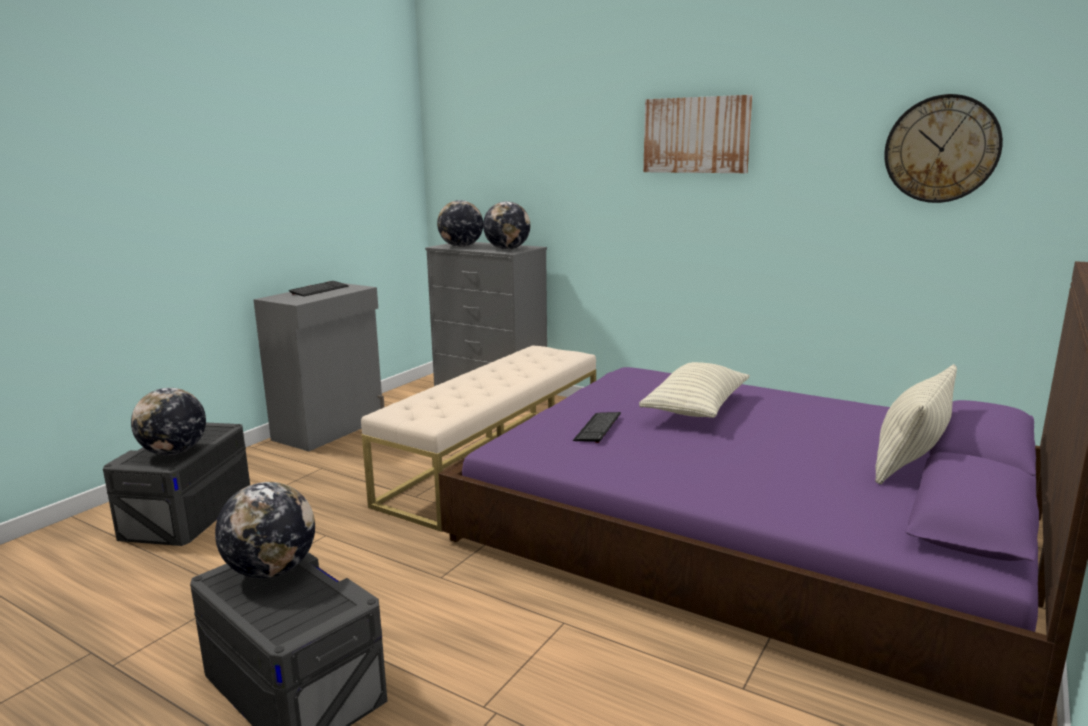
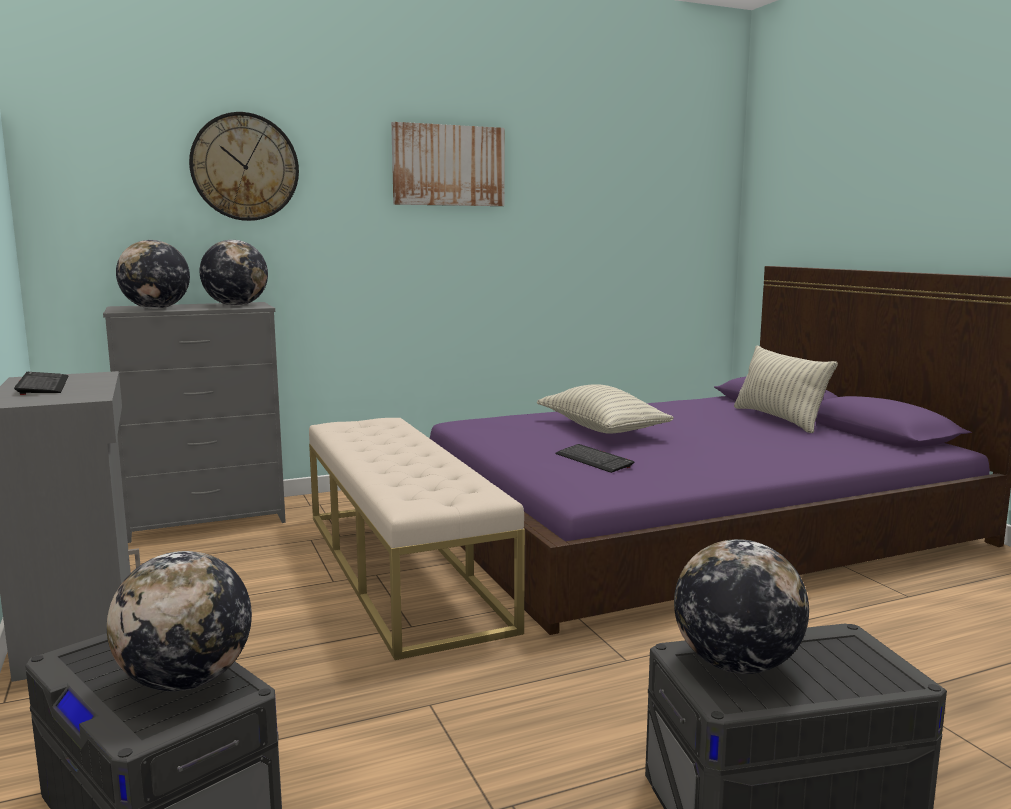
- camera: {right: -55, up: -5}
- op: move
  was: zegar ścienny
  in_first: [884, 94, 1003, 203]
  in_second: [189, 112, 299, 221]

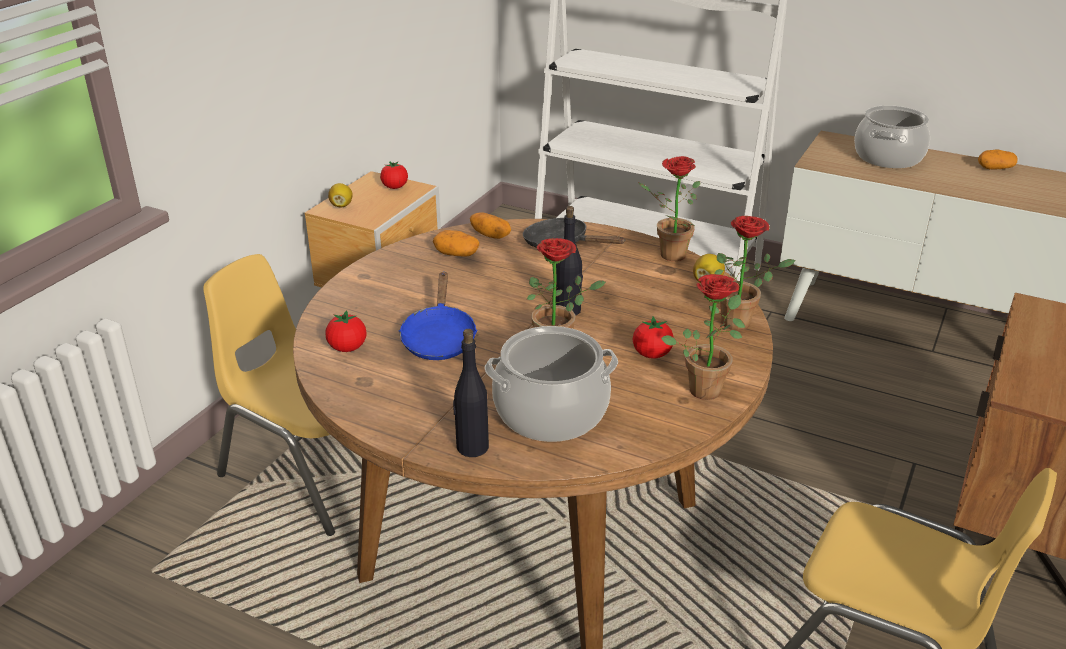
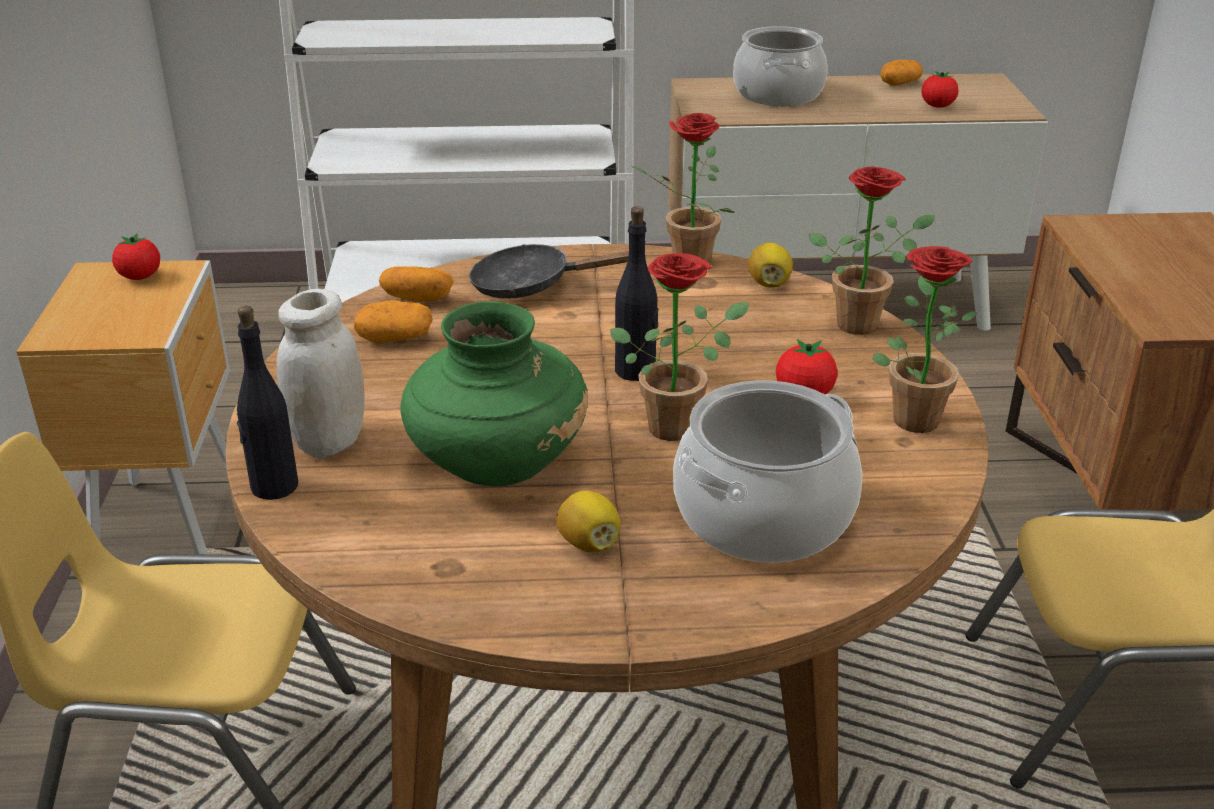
- camera: {right: -30, up: 0}
- op: move
  was: cytryna
  in_first: [328, 183, 353, 207]
  in_second: [556, 491, 621, 552]
- op: replace
  was: patelnia [niebieski]
  now: wazon [zielony]
  in_first: [398, 272, 478, 360]
  in_second: [400, 301, 588, 487]
- op: move
  was: pomidor
  in_first: [325, 310, 367, 352]
  in_second: [922, 71, 958, 108]
- op: move
  was: butelka [czarny]
  in_first: [453, 329, 489, 457]
  in_second: [237, 306, 298, 500]
- op: insert
  now: słoik [biały]
  in_second: [276, 289, 365, 458]

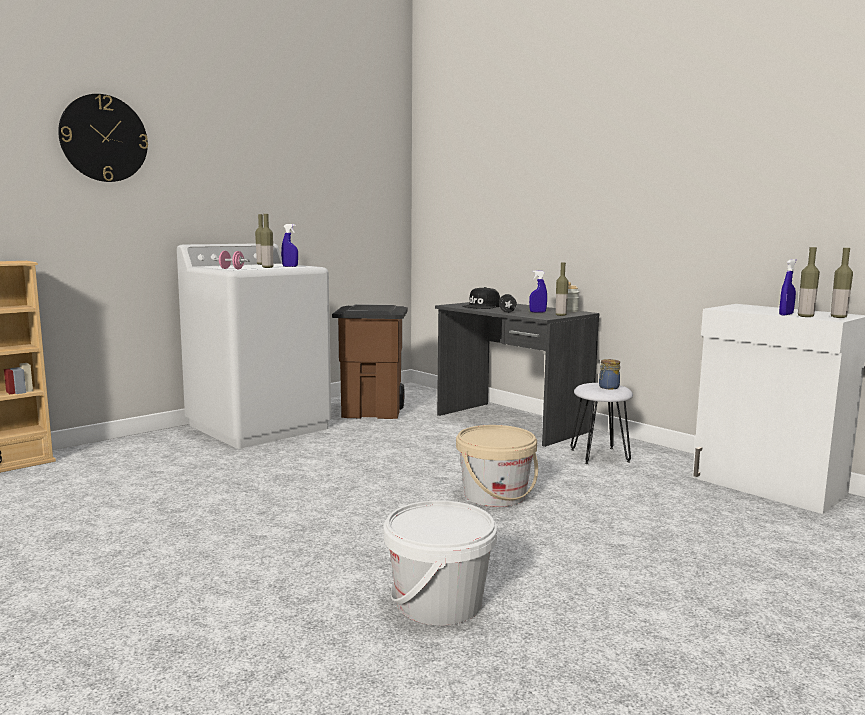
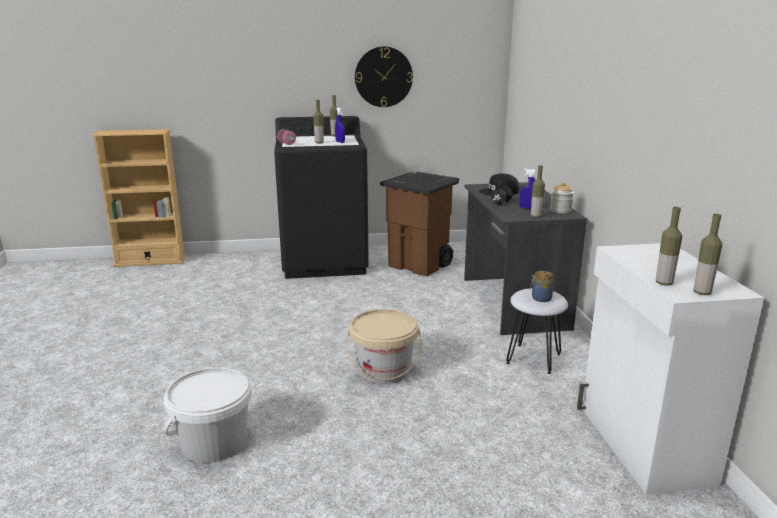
- camera: {right: 35, up: 10}
- op: move
  was: zegar ścienny
  in_first: [58, 94, 148, 182]
  in_second: [355, 46, 413, 107]
- op: recolor
  was: pralka [biały]
  now: pralka [czarny]
  in_first: [177, 243, 331, 449]
  in_second: [274, 116, 369, 279]
- op: delete
  was: spryskiwacz [niebieski]
  in_first: [779, 259, 797, 316]

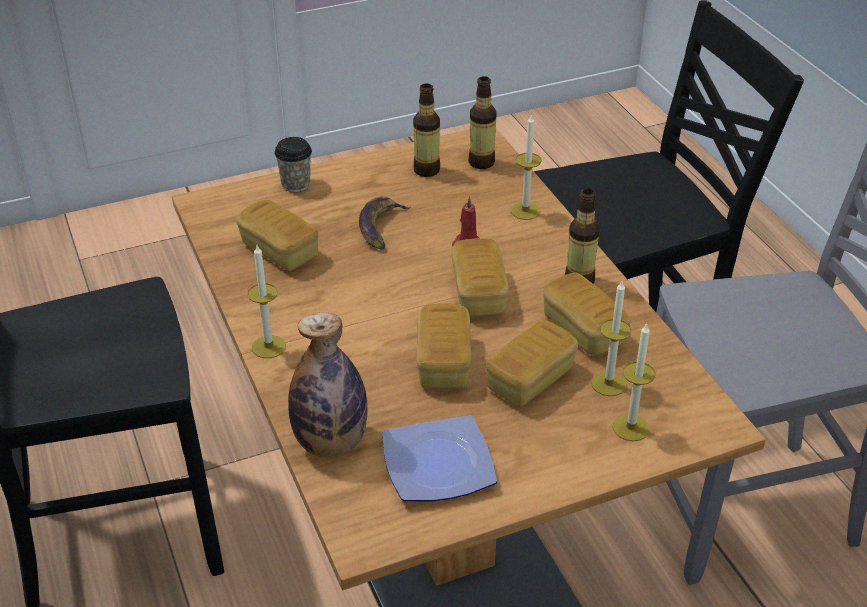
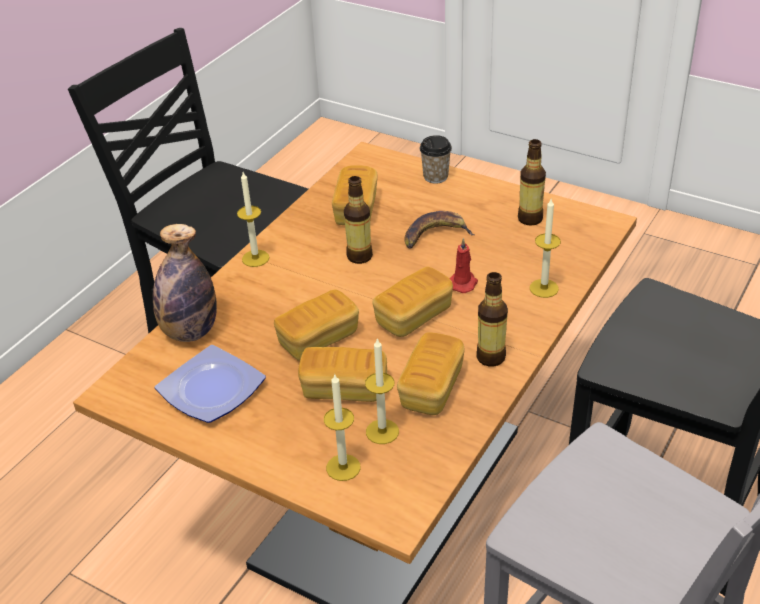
- camera: {right: 55, up: 0}
- op: move
  was: butelka
  in_first: [468, 76, 497, 169]
  in_second: [344, 176, 373, 264]

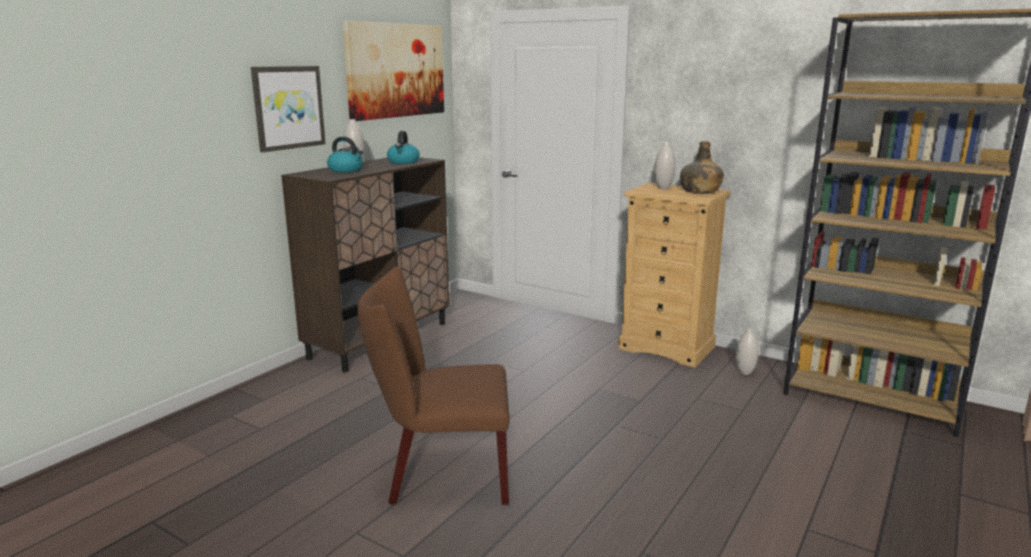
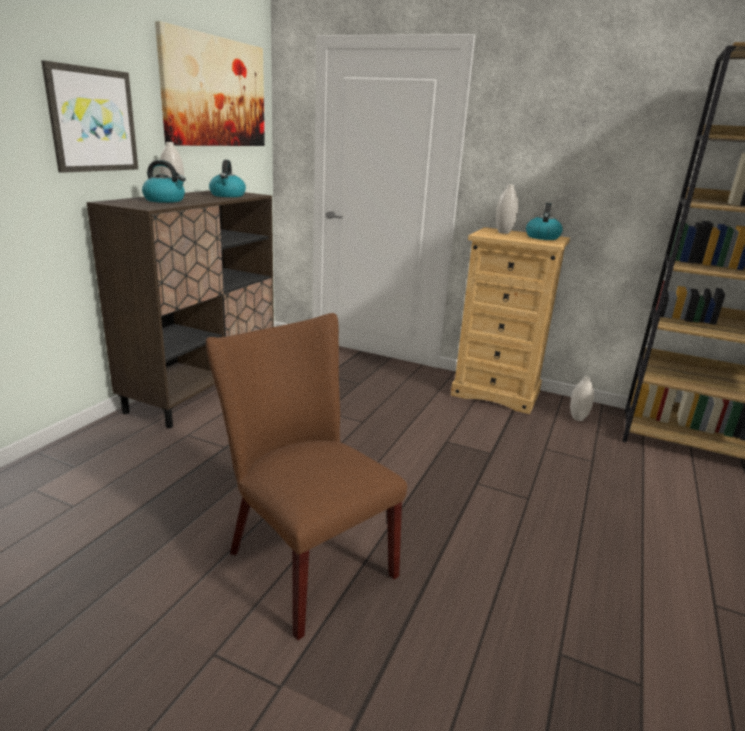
- camera: {right: -10, up: 5}
- op: replace
  was: butelka [zielony]
  now: czajnik
  in_first: [680, 141, 724, 194]
  in_second: [526, 203, 563, 240]
- op: rotate
  was: krzesło [brązowy]
  in_first: [357, 267, 510, 505]
  in_second: [206, 313, 407, 640]
  clockwise: 60

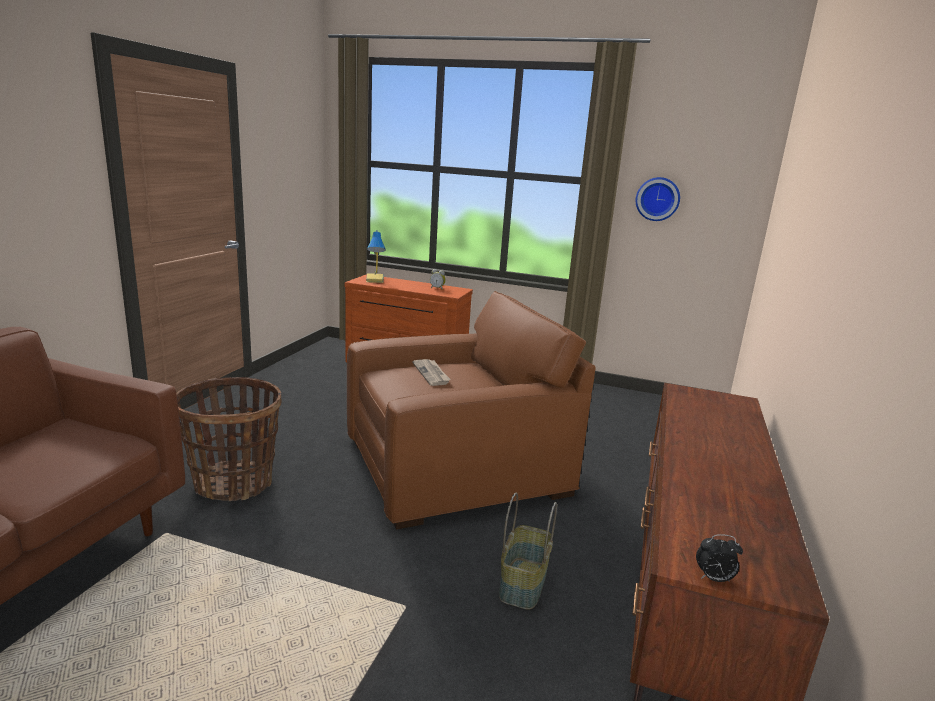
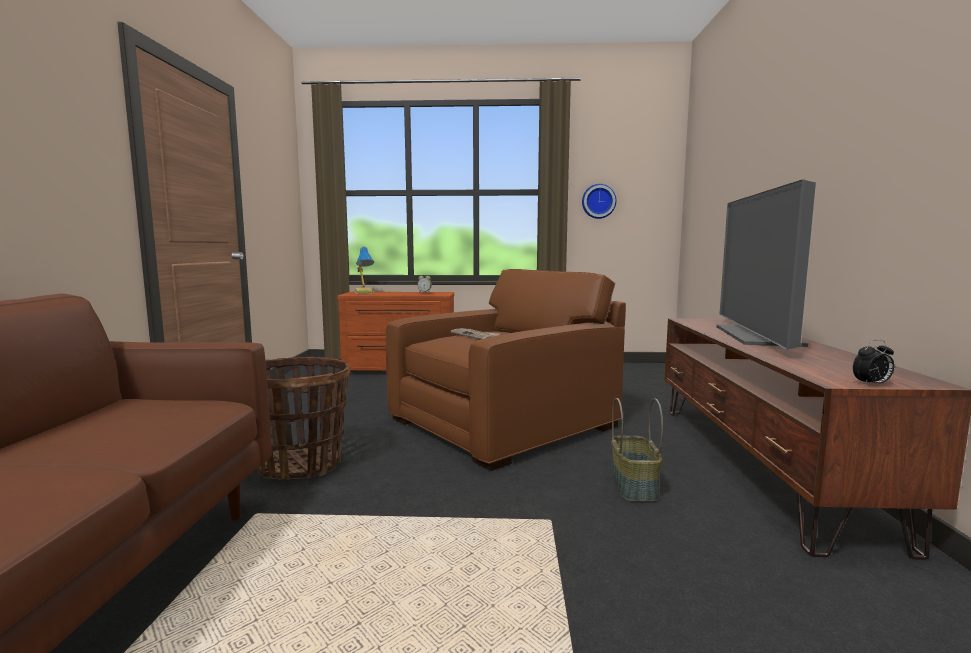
- camera: {right: -15, up: -10}
- op: insert
  now: telewizor
  in_second: [716, 179, 816, 350]

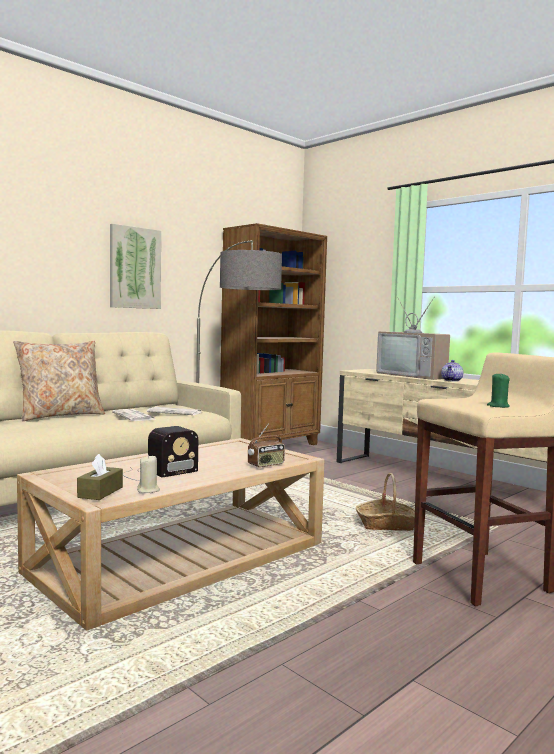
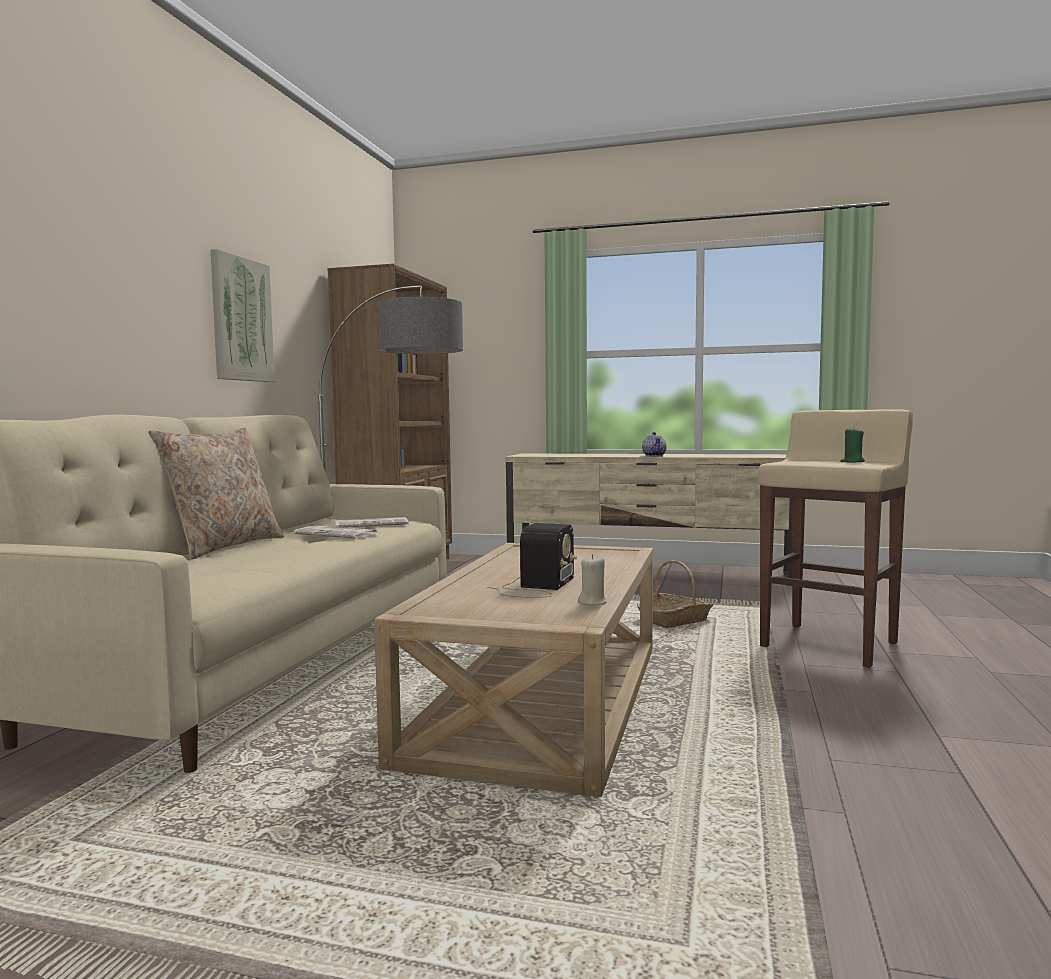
- camera: {right: -30, up: 0}
- op: delete
  was: telewizor
  in_first: [376, 297, 450, 380]
- op: delete
  was: radio
  in_first: [248, 423, 285, 468]
- op: delete
  was: pudełko chusteczek [brązowy]
  in_first: [77, 454, 123, 500]

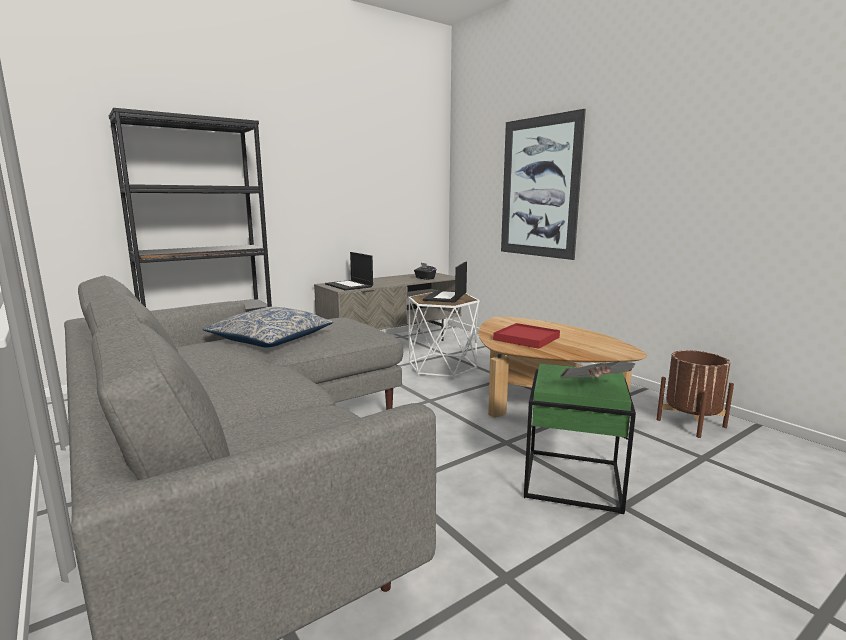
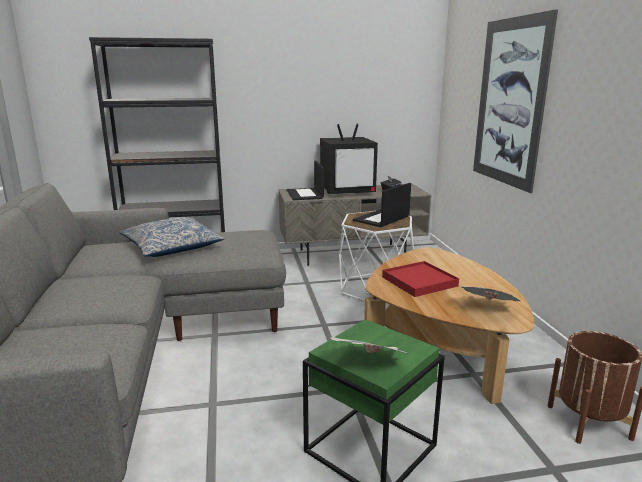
- camera: {right: 25, up: 5}
- op: insert
  now: telewizor
  in_second: [320, 124, 378, 194]
- op: insert
  now: gazeta
  in_second: [460, 286, 520, 302]

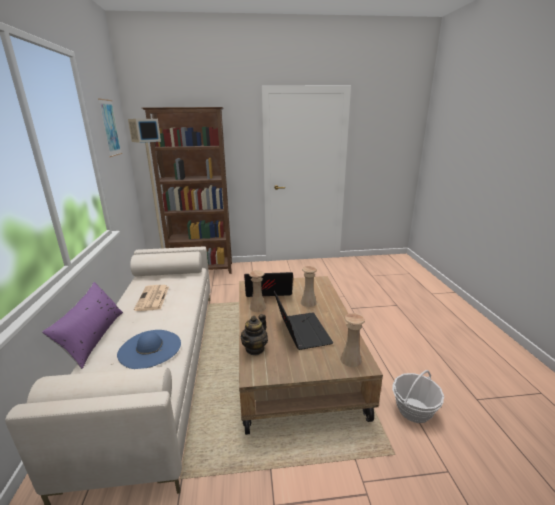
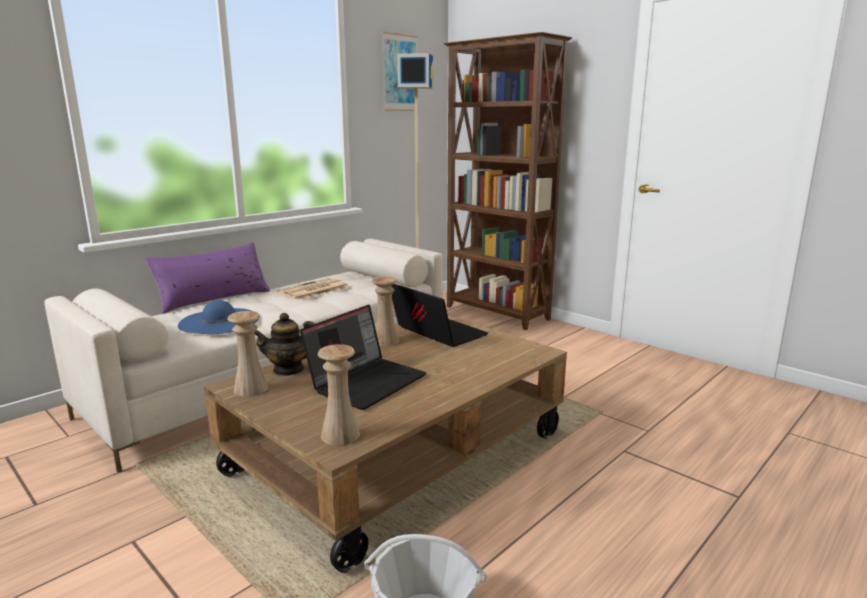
- camera: {right: 50, up: -5}
- op: move
  was: wazon [beżowy]
  in_first: [301, 266, 317, 307]
  in_second: [228, 311, 268, 397]

